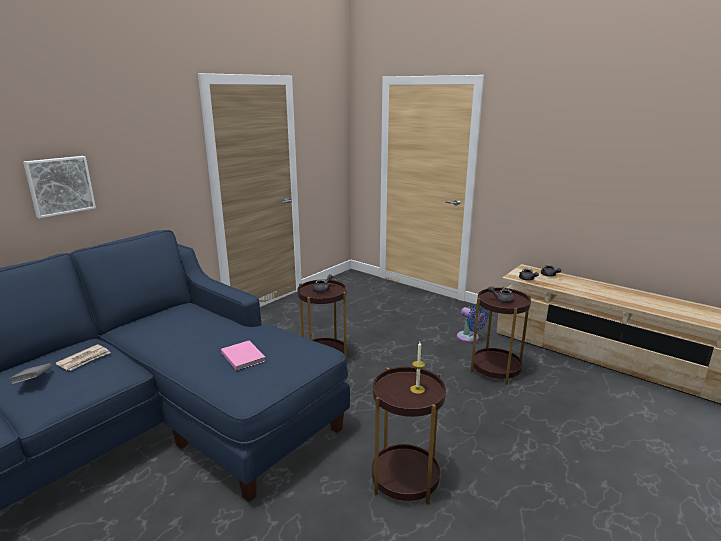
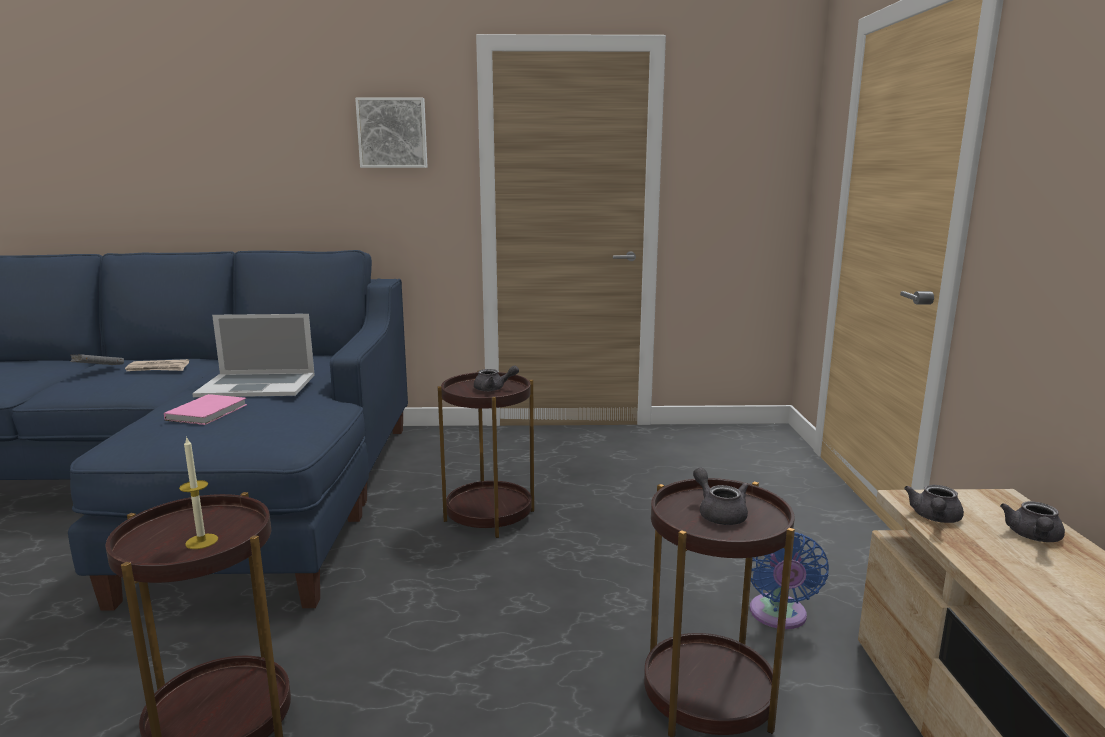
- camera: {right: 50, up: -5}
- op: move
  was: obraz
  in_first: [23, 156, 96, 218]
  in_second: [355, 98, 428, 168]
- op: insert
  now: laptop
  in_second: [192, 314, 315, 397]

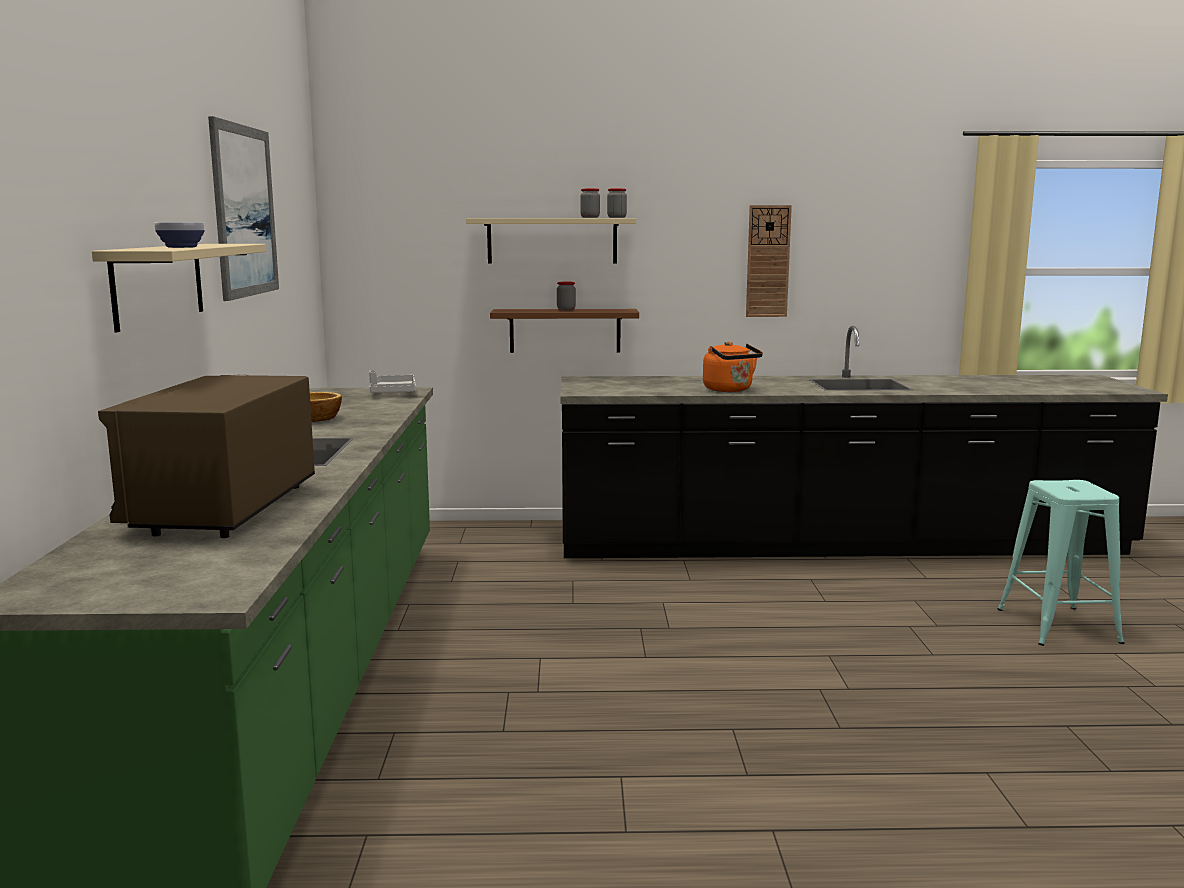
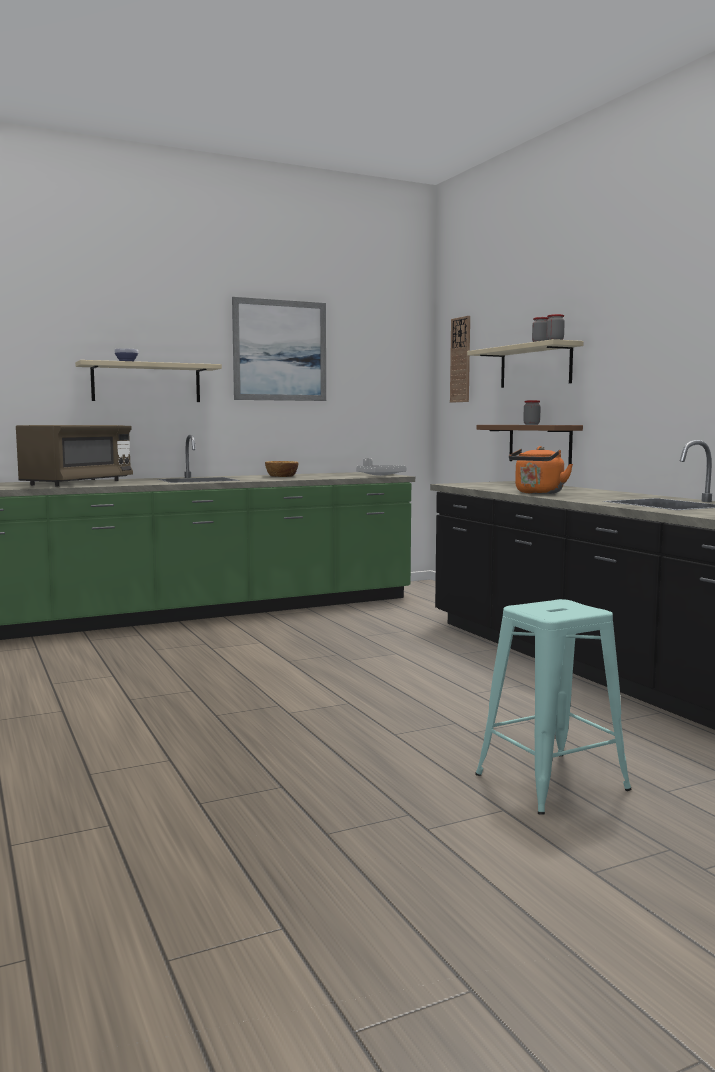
- camera: {right: 65, up: -5}
- op: move
  was: zegar ścienny
  in_first: [746, 205, 792, 317]
  in_second: [450, 316, 470, 403]
- op: rotate
  was: mikrofalówka [brązowy]
  in_first: [98, 375, 315, 538]
  in_second: [16, 425, 133, 486]
  clockwise: 135

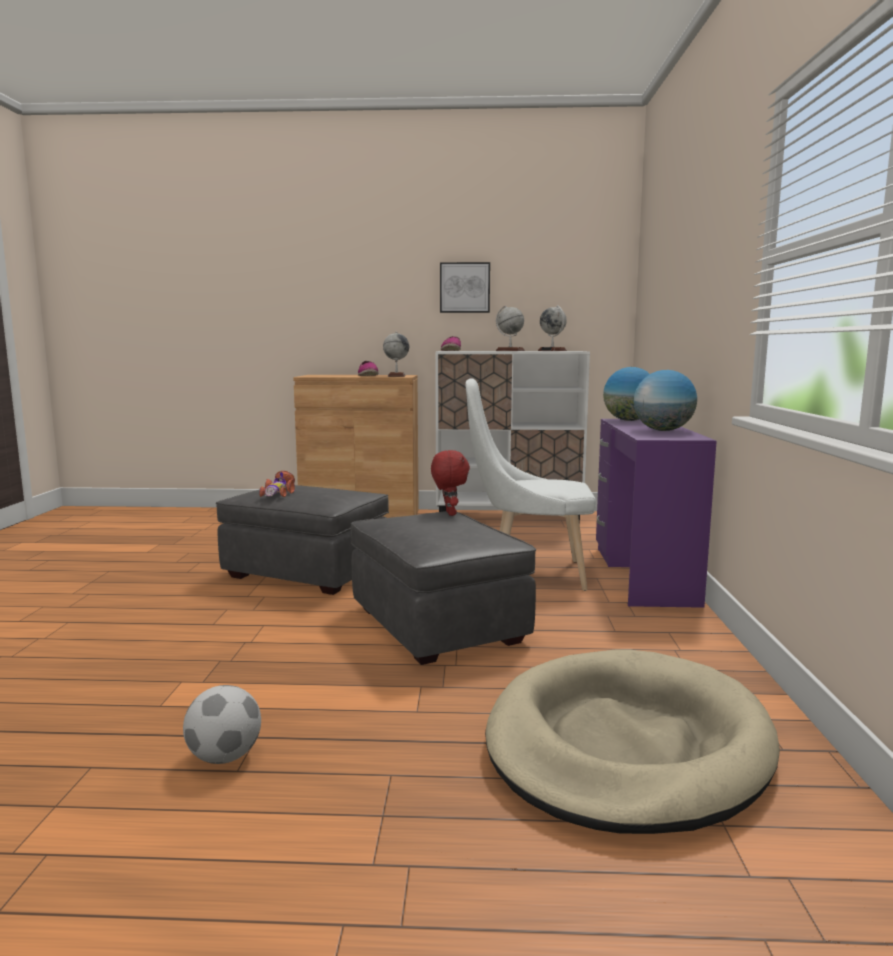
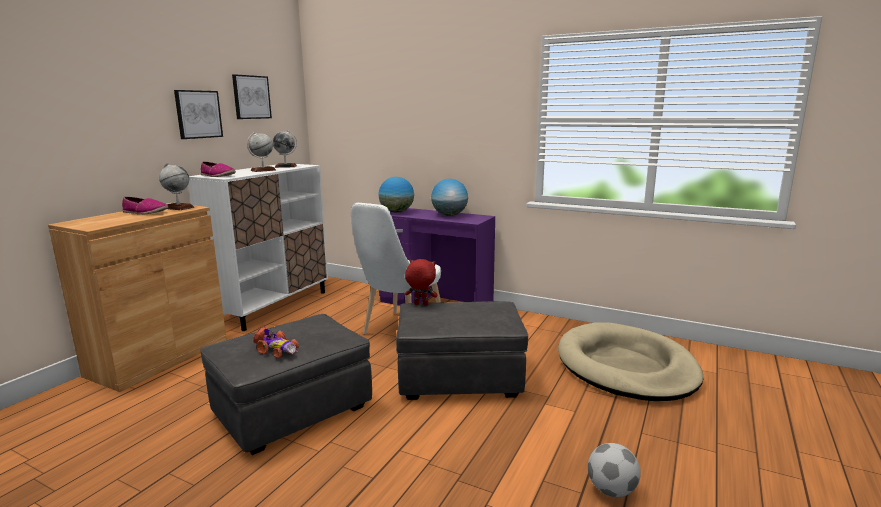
- camera: {right: -65, up: 5}
- op: insert
  now: obraz
  in_second: [232, 74, 272, 119]

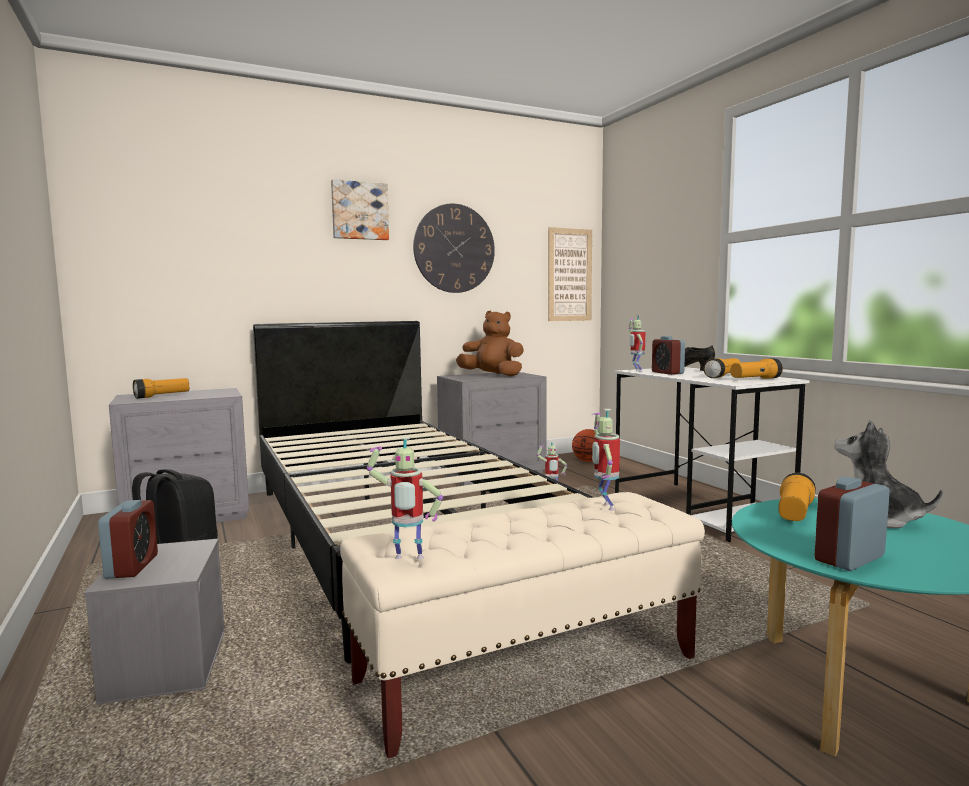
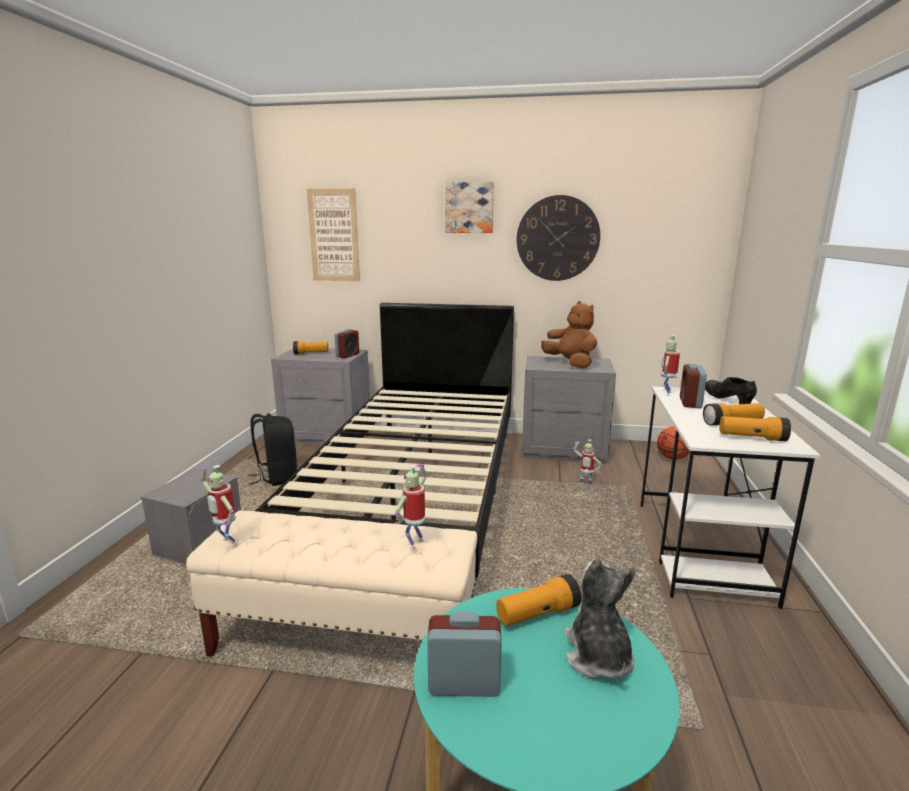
- camera: {right: 35, up: 10}
- op: move
  was: obraz
  in_first: [548, 227, 592, 321]
  in_second: [307, 188, 360, 281]
- op: move
  was: budzik
  in_first: [98, 500, 158, 579]
  in_second: [334, 329, 359, 358]

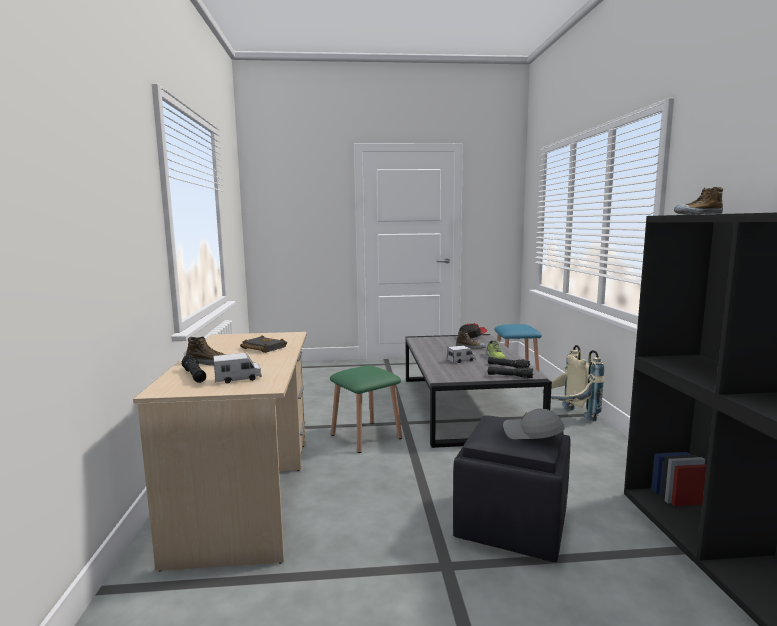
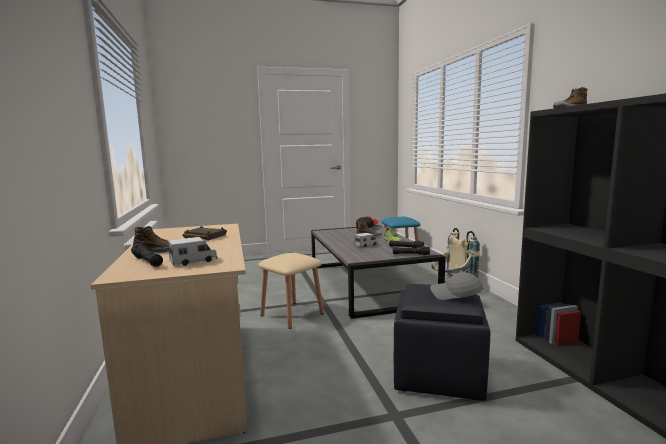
- camera: {right: -10, up: 0}
- op: recolor
  was: stołek [zielony]
  now: stołek [beżowy]
  in_first: [330, 365, 402, 453]
  in_second: [258, 253, 324, 329]

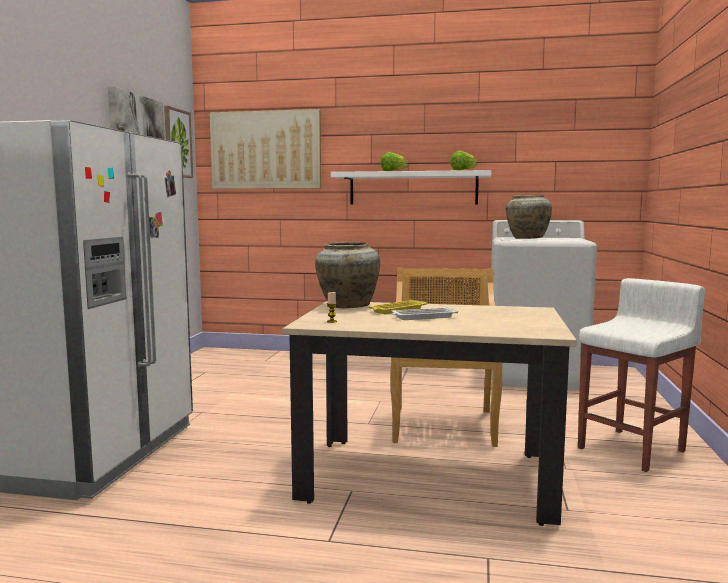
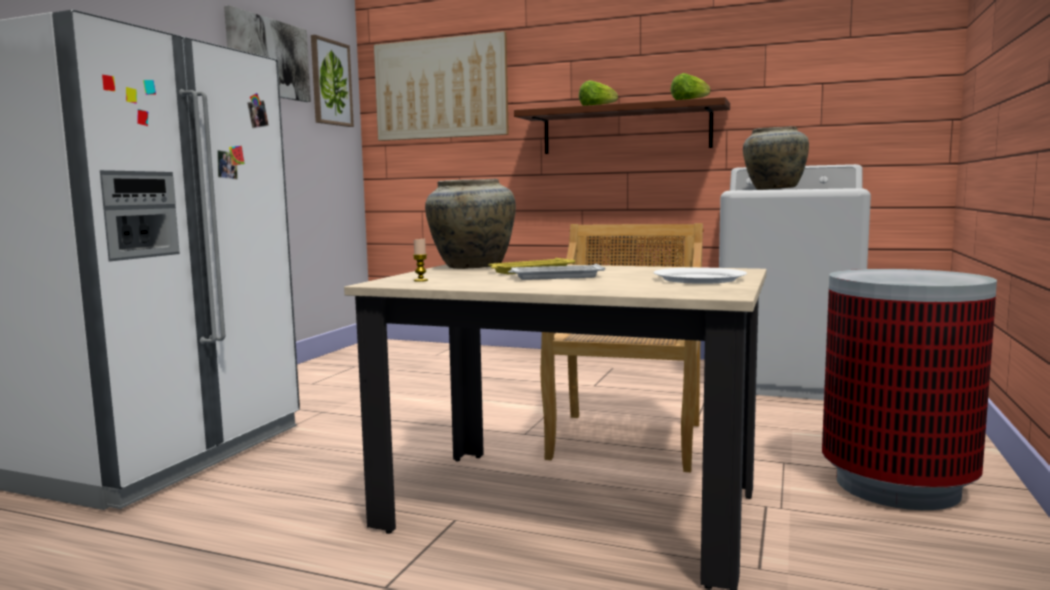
- camera: {right: 10, up: 0}
- op: recolor
  was: półka [biały]
  now: półka [brązowy]
  in_first: [331, 170, 491, 204]
  in_second: [514, 97, 730, 154]
- op: replace
  was: stołek [biały]
  now: kosz na śmieci
  in_first: [578, 278, 705, 472]
  in_second: [822, 269, 997, 510]
- op: insert
  now: talerz [biały]
  in_second: [653, 267, 747, 284]

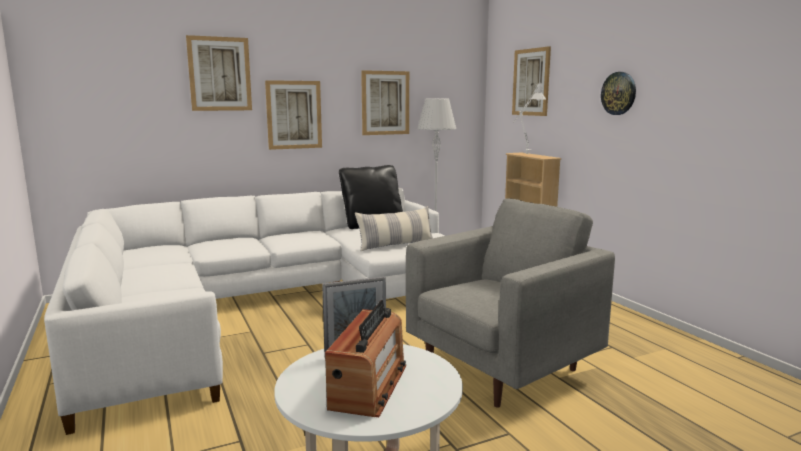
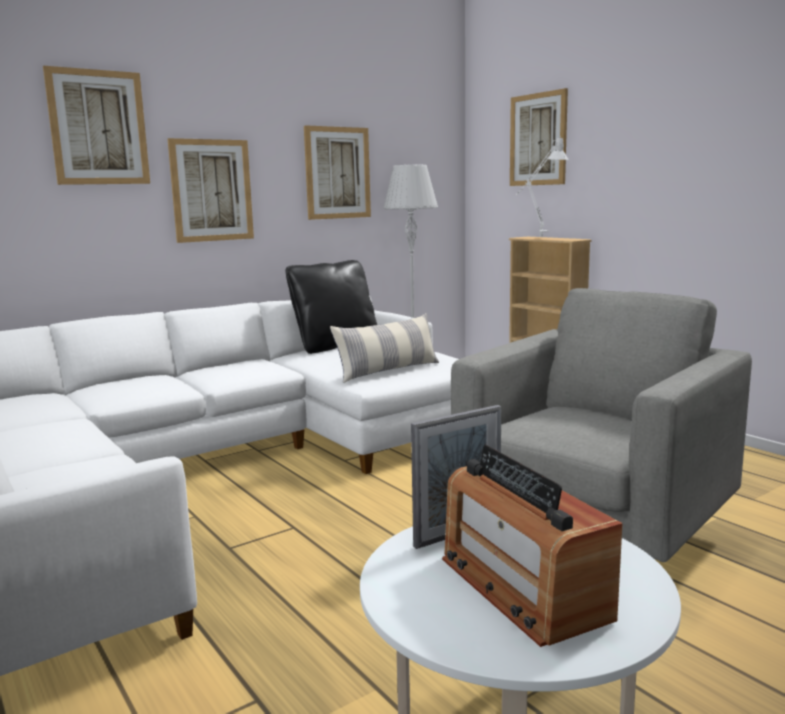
- camera: {right: -10, up: 0}
- op: delete
  was: zegar ścienny
  in_first: [601, 72, 636, 115]
- op: rotate
  was: radio
  in_first: [325, 300, 406, 417]
  in_second: [442, 445, 622, 647]
  clockwise: 150

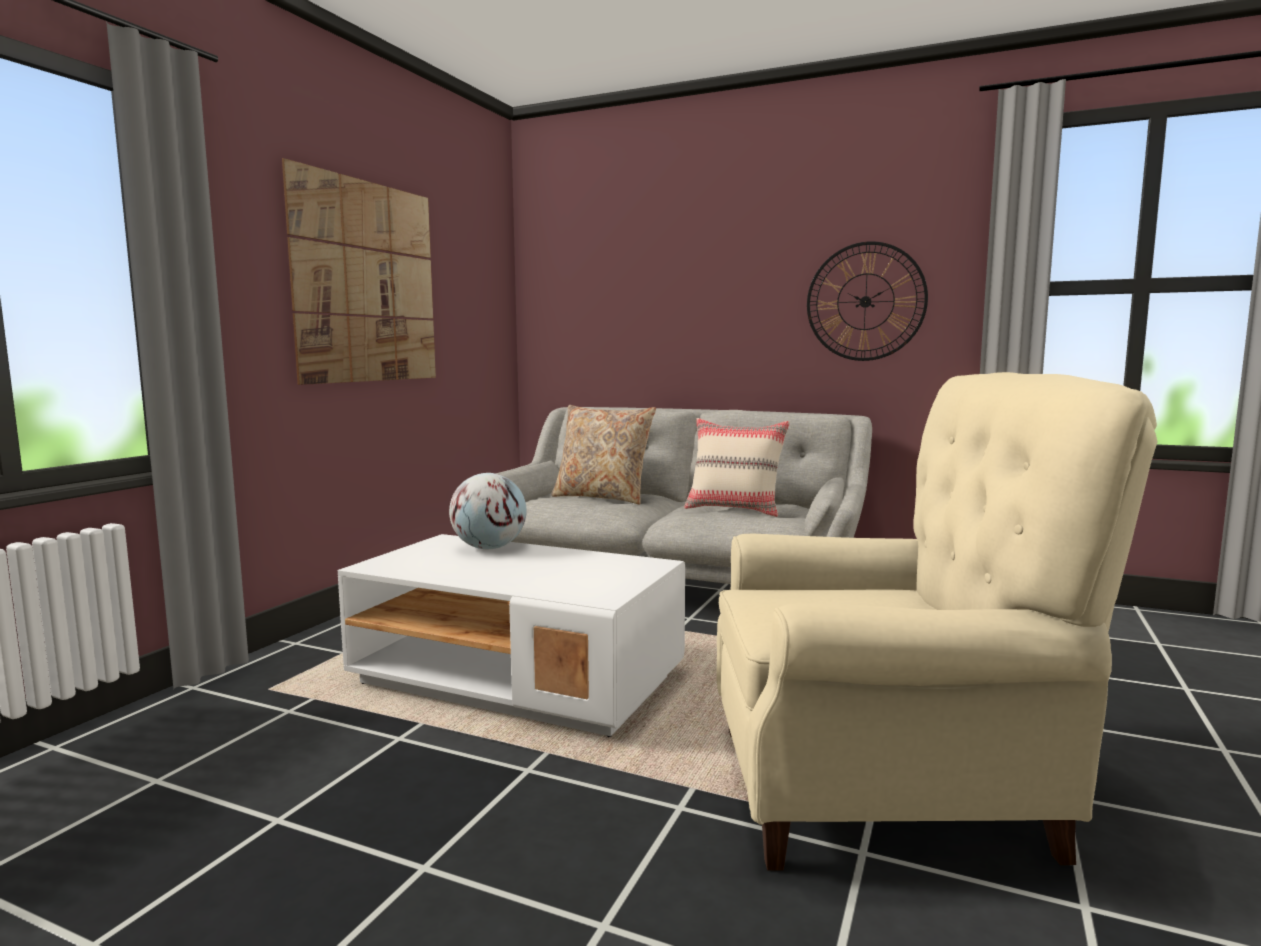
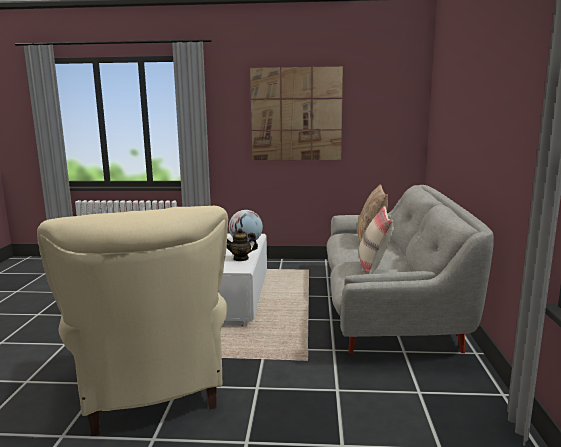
- camera: {right: 70, up: 5}
- op: delete
  was: zegar ścienny
  in_first: [807, 241, 928, 361]
- op: insert
  now: imbryk
  in_second: [227, 228, 258, 261]

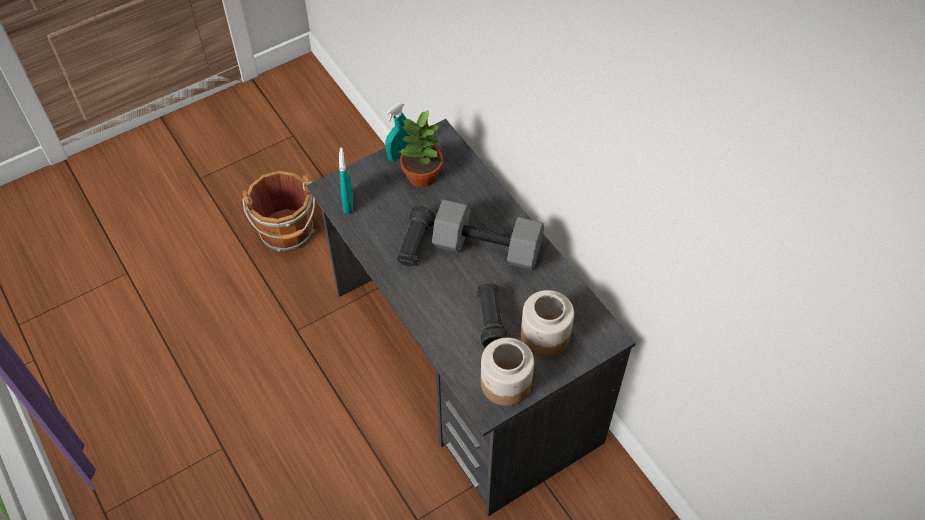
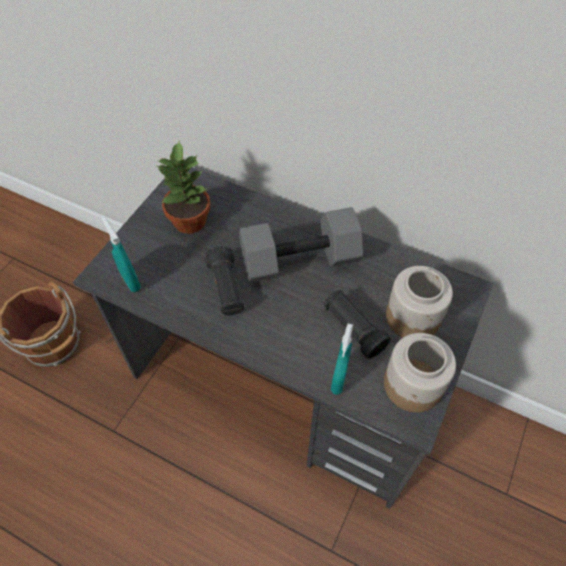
- camera: {right: -30, up: 0}
- op: move
  was: spryskiwacz [turkusowy]
  in_first: [385, 102, 410, 161]
  in_second: [331, 323, 353, 395]

